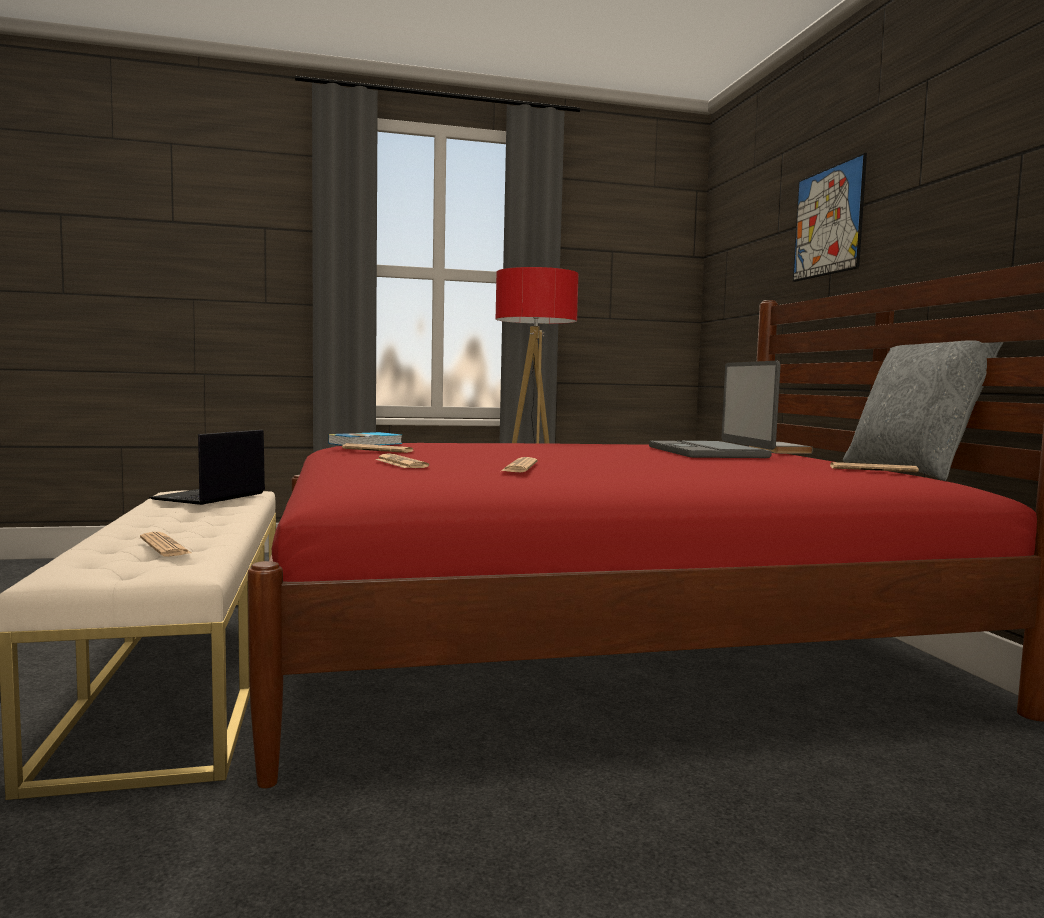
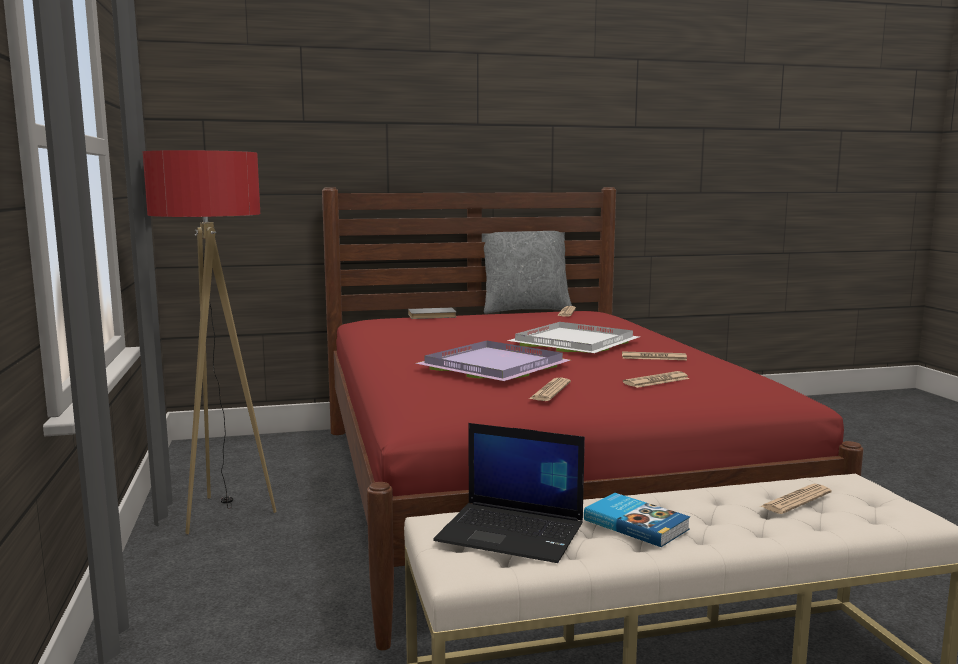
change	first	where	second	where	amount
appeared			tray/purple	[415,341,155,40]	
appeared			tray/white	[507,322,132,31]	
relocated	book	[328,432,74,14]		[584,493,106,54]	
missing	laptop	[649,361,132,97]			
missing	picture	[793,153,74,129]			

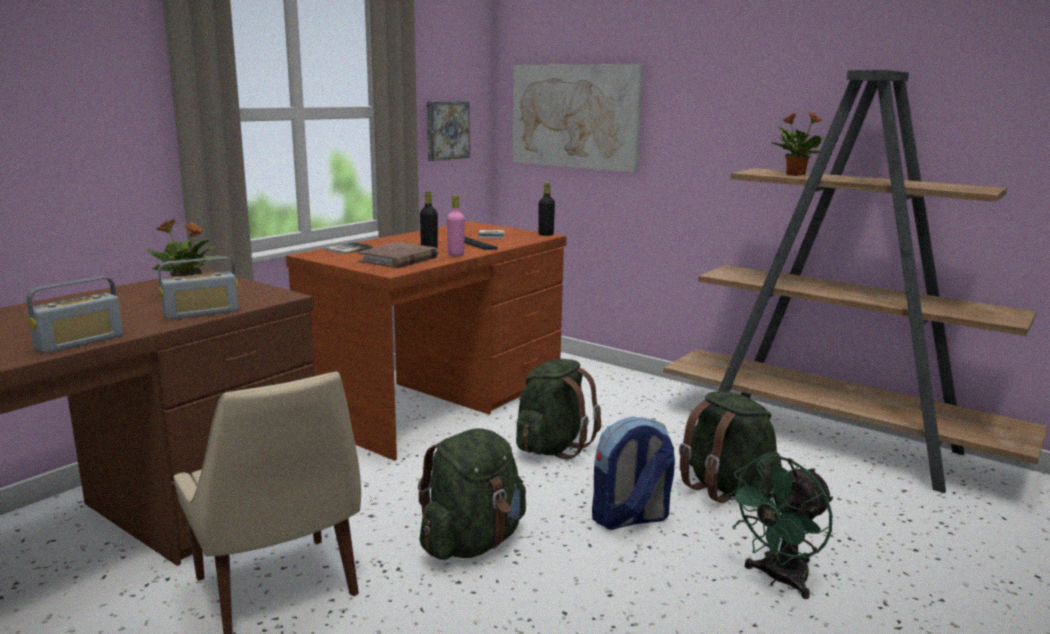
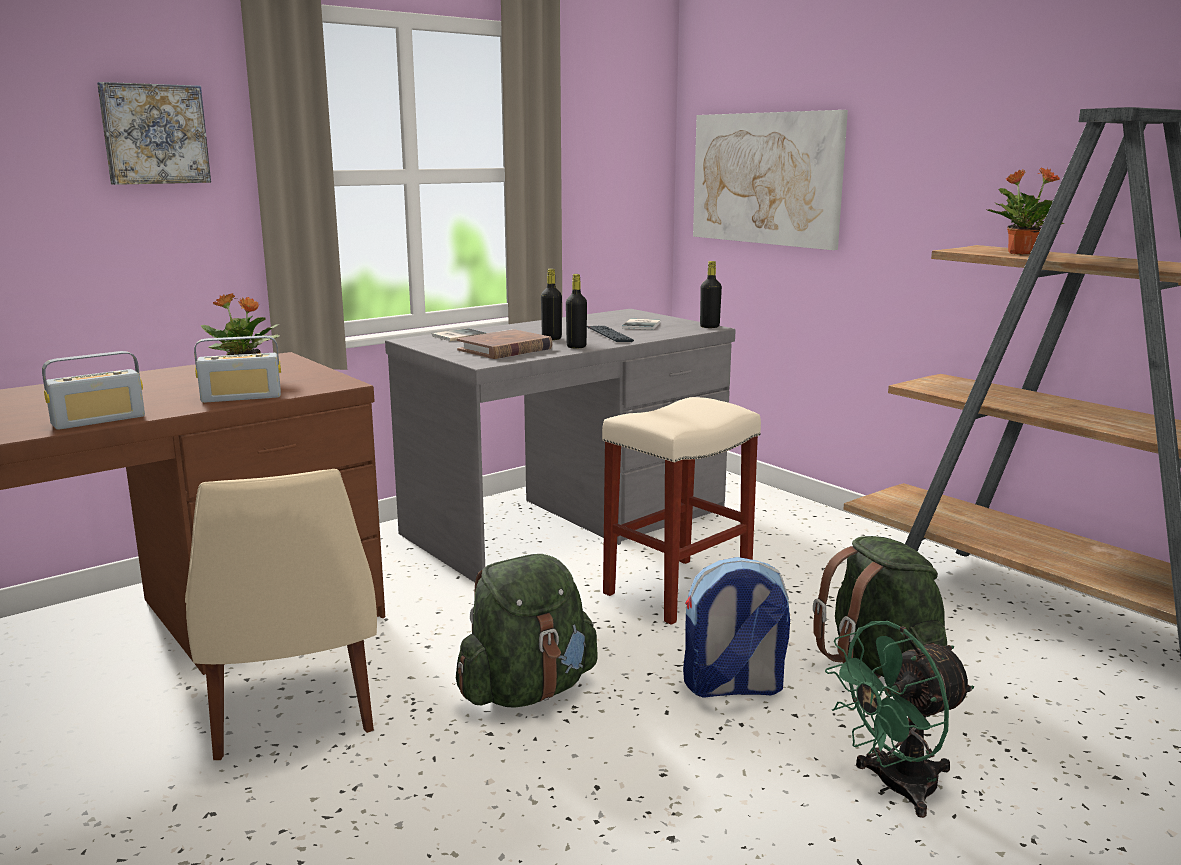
change	first	where	second	where	amount
relocated	picture	[427,101,43,60]		[97,82,114,103]	
colour	desk/brown	[286,221,281,240]	desk/grey	[385,309,351,273]	
colour	bottle/pink	[447,195,18,62]	bottle/black	[566,274,21,75]	
exchanged	backpack/green	[516,359,85,100]	stool/beige	[602,397,159,228]	

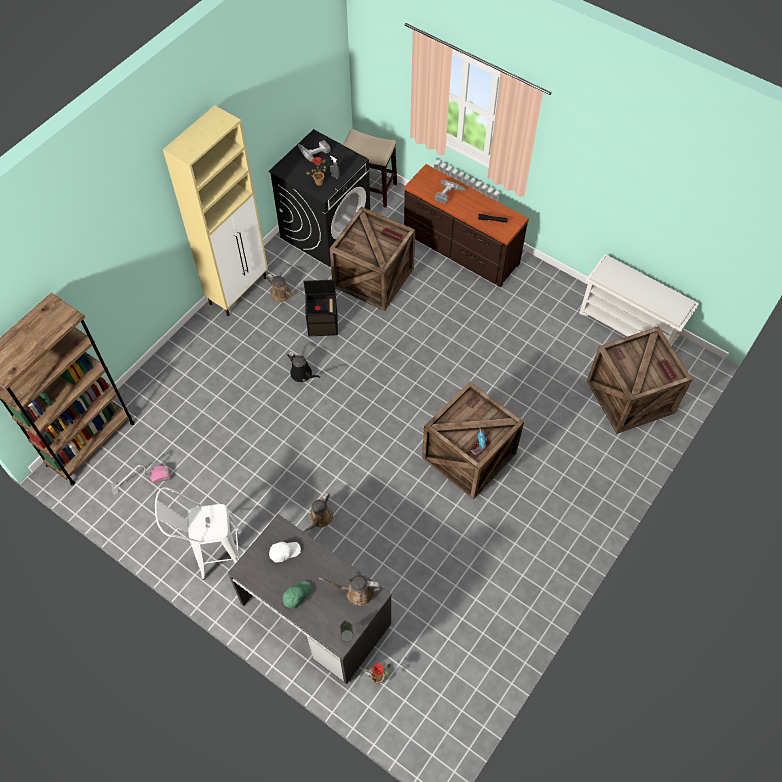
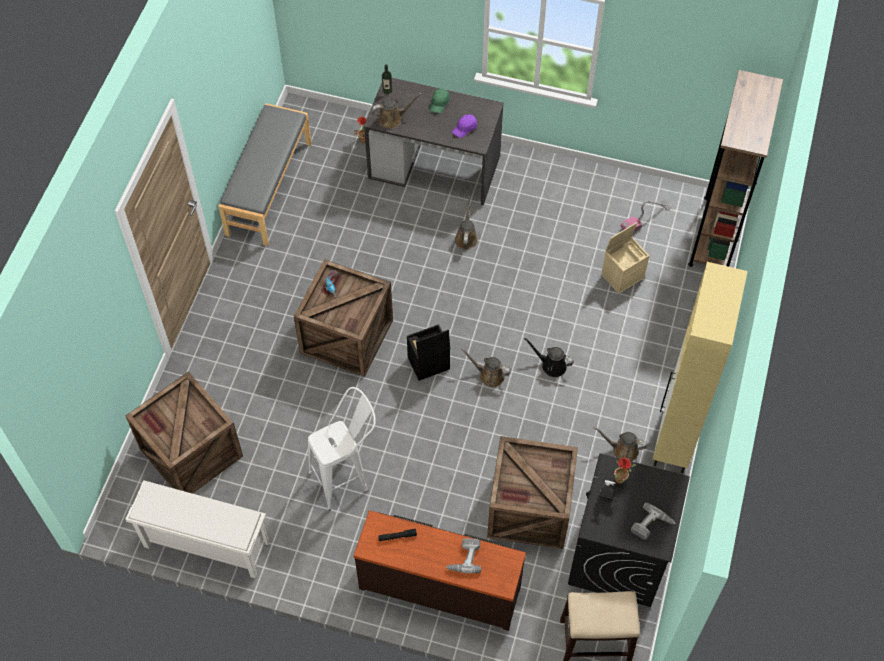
change	first	where	second	where	amount
appeared			bench/grey	[218,103,94,143]	
relocated	stool/white	[155,487,87,93]		[308,387,68,123]	
relocated	storage box/black	[303,280,35,56]		[407,324,43,57]	
colour	cap/white	[269,542,32,21]	cap/purple	[452,114,25,24]	
appeared			watering can/brown	[461,348,50,39]	
appeared			storage box/beige	[601,222,48,72]	

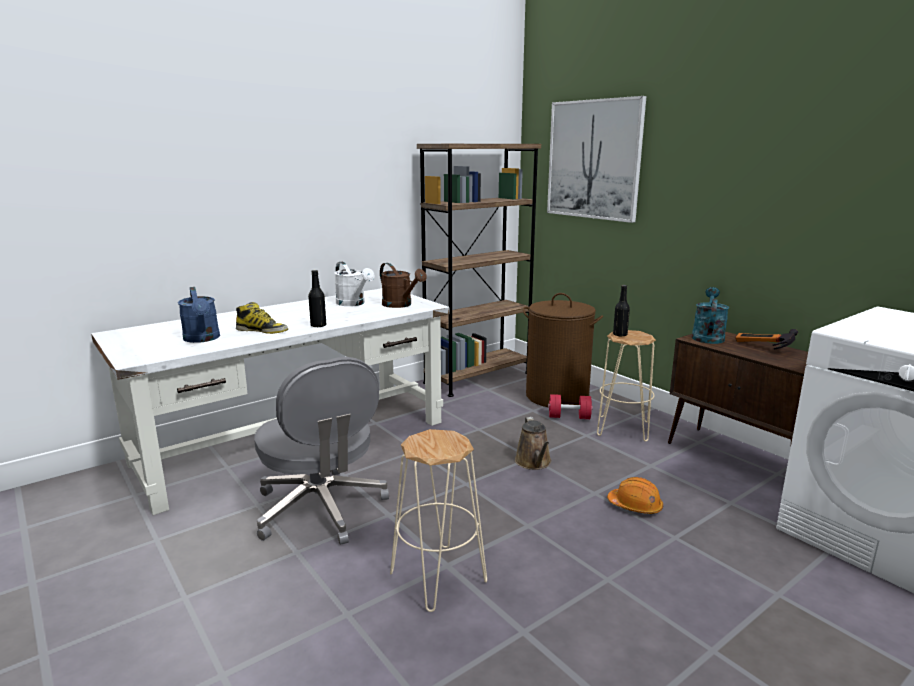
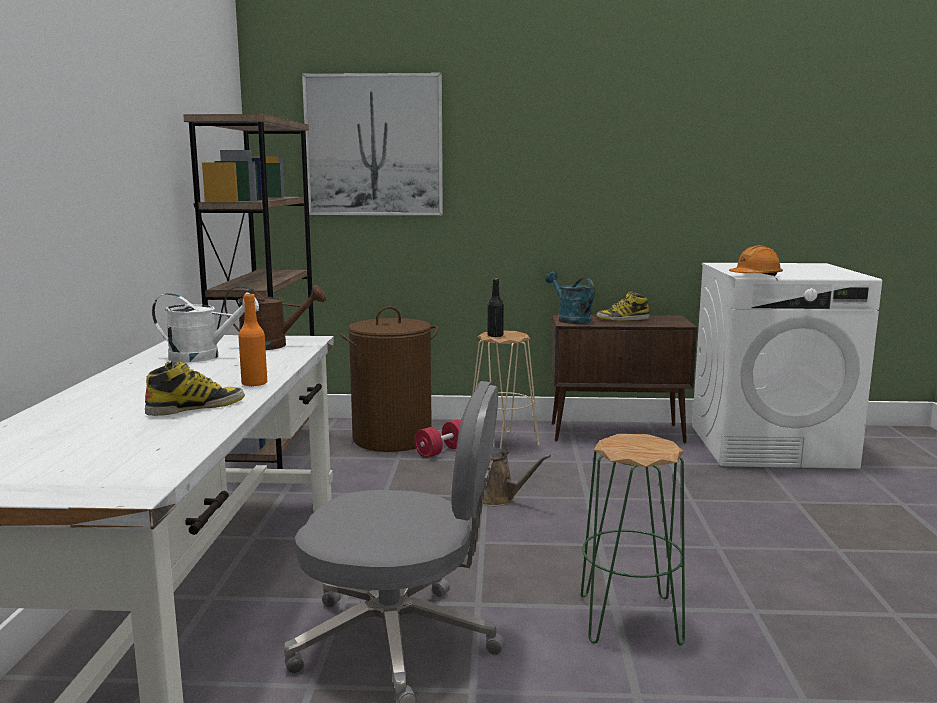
change	first	where	second	where	amount
colour	bottle/black	[308,270,18,58]	bottle/orange	[238,294,29,93]	
colour	stool/beige	[390,429,97,183]	stool/green	[581,434,104,212]	
exchanged	hammer	[735,329,63,20]	boot	[596,292,53,29]	
relocated	hard hat/orange	[607,477,56,37]		[729,245,54,31]	
missing	watering can/blue	[178,287,42,56]			

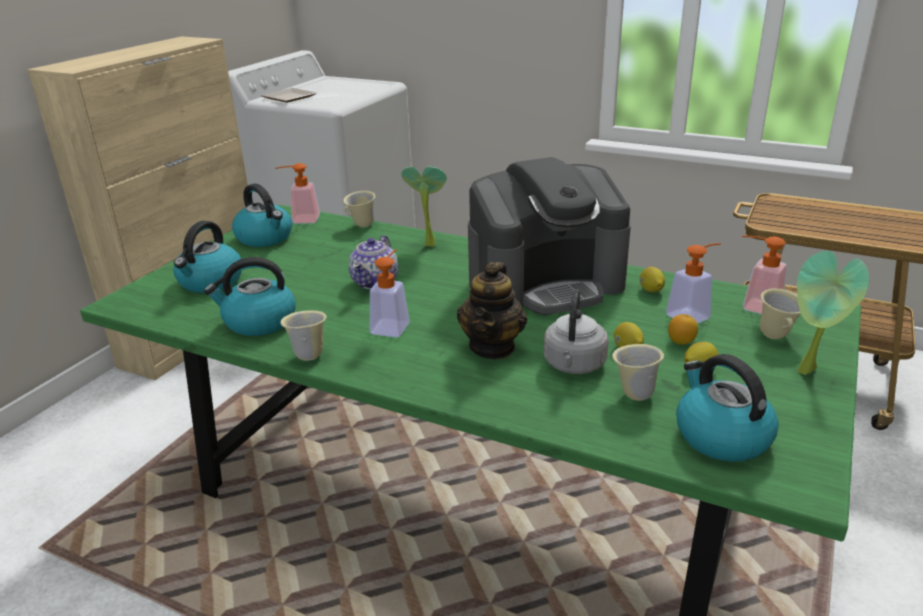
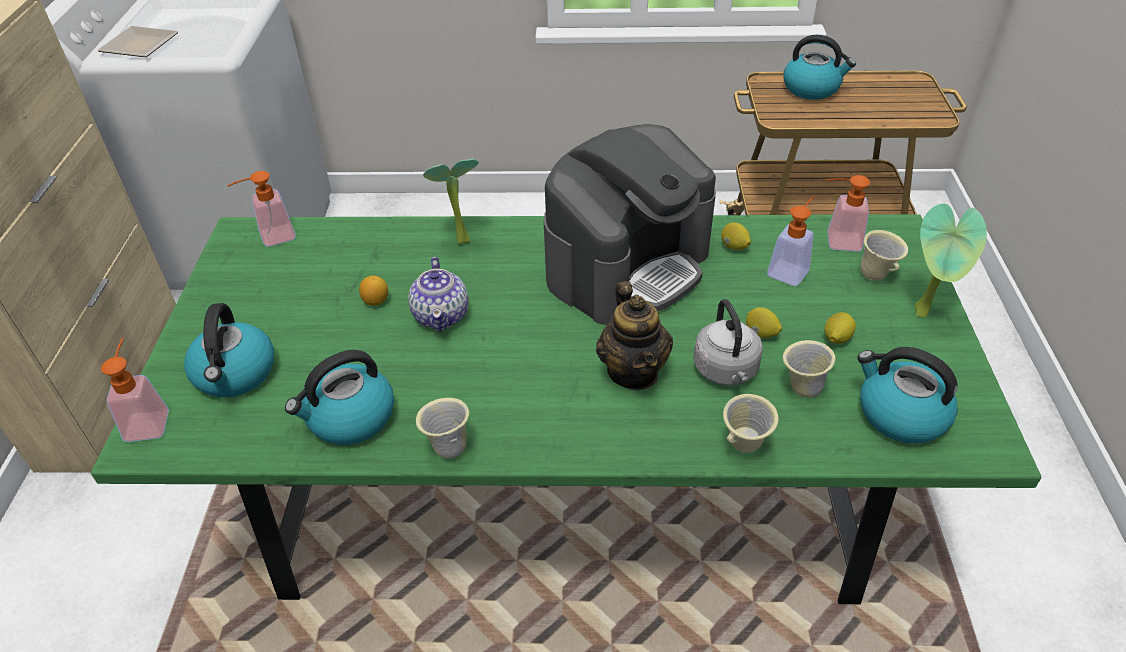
change	first	where	second	where	amount
relocated	soap dispenser	[370,249,40,88]		[101,338,68,104]	
relocated	lemon	[668,314,30,31]		[359,276,29,30]	
relocated	mug/beige	[343,191,33,36]		[723,394,56,59]	
relocated	kettle	[232,184,60,63]		[783,35,73,65]	

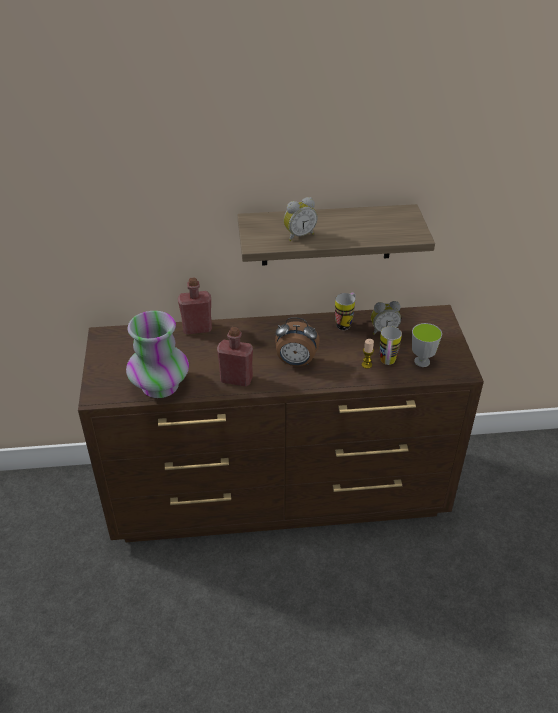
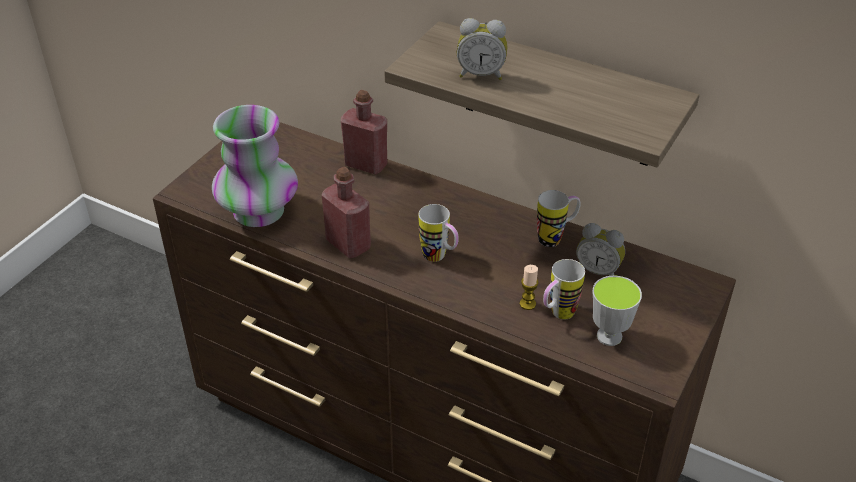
change	first	where	second	where	amount
exchanged	alarm clock	[275,317,45,49]	mug	[419,204,40,58]	

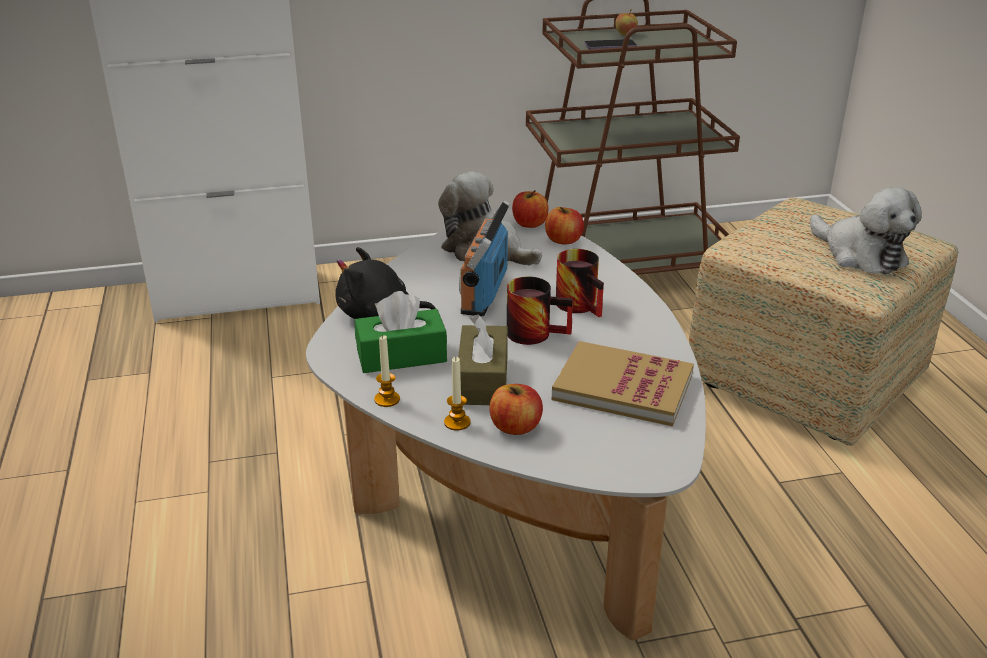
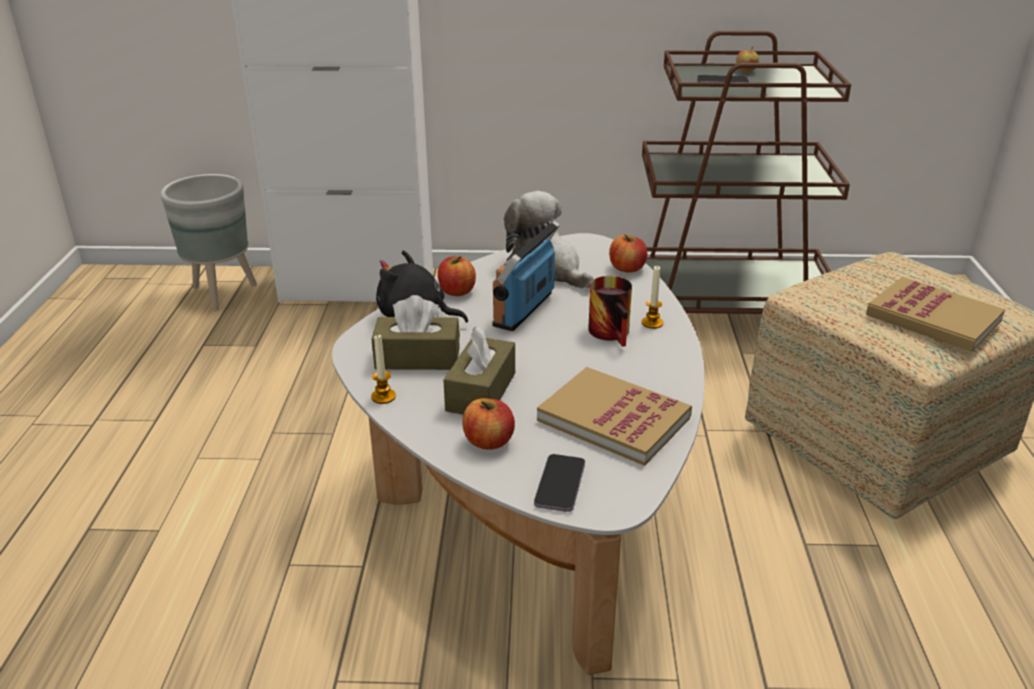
change	first	where	second	where	amount
appeared			planter/grey	[160,174,97,137]	
colour	tissue box/green	[355,291,92,82]	tissue box/brown	[372,295,88,75]	
relocated	apple	[512,190,36,38]		[438,256,38,40]	
appeared			phone	[534,454,51,58]	
relocated	candle	[444,357,26,74]		[642,265,22,64]	
exchanged	plush toy	[810,187,112,87]	book	[866,277,139,75]	
missing	mug	[507,276,66,69]			

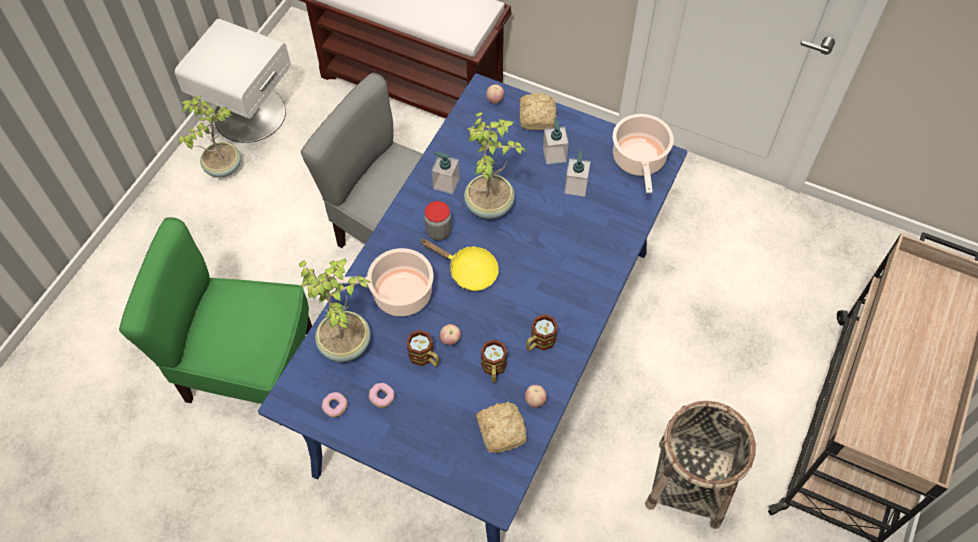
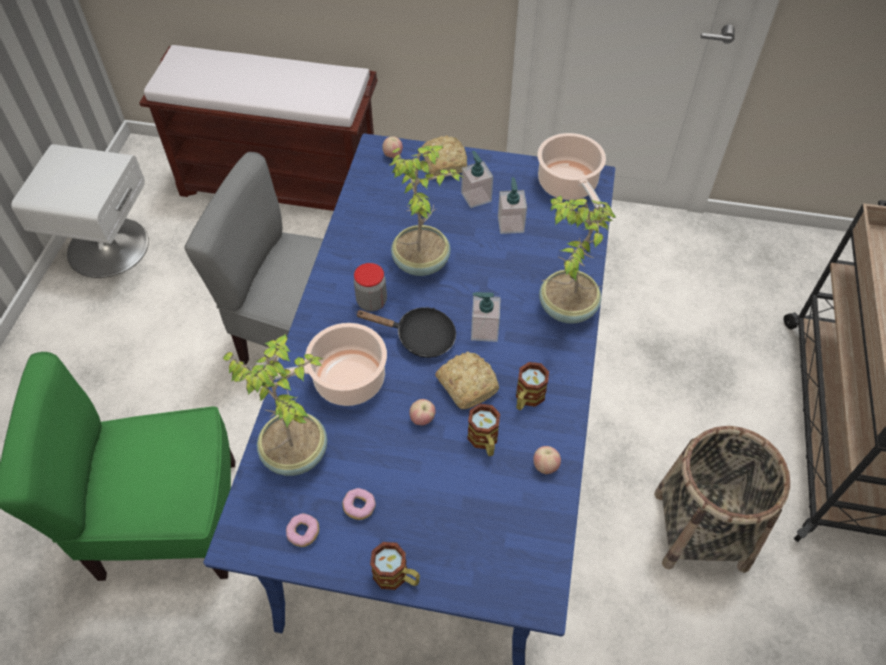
change	first	where	second	where	amount
colour	frying pan/yellow	[420,239,79,52]	frying pan/black	[355,307,101,51]	
relocated	mug	[406,330,33,36]		[370,542,50,48]	
relocated	bread	[476,402,51,51]		[435,352,64,57]	
relocated	soap dispenser	[432,152,28,42]		[471,292,30,50]	
relocated	potted plant	[179,96,62,81]		[539,195,78,129]	

